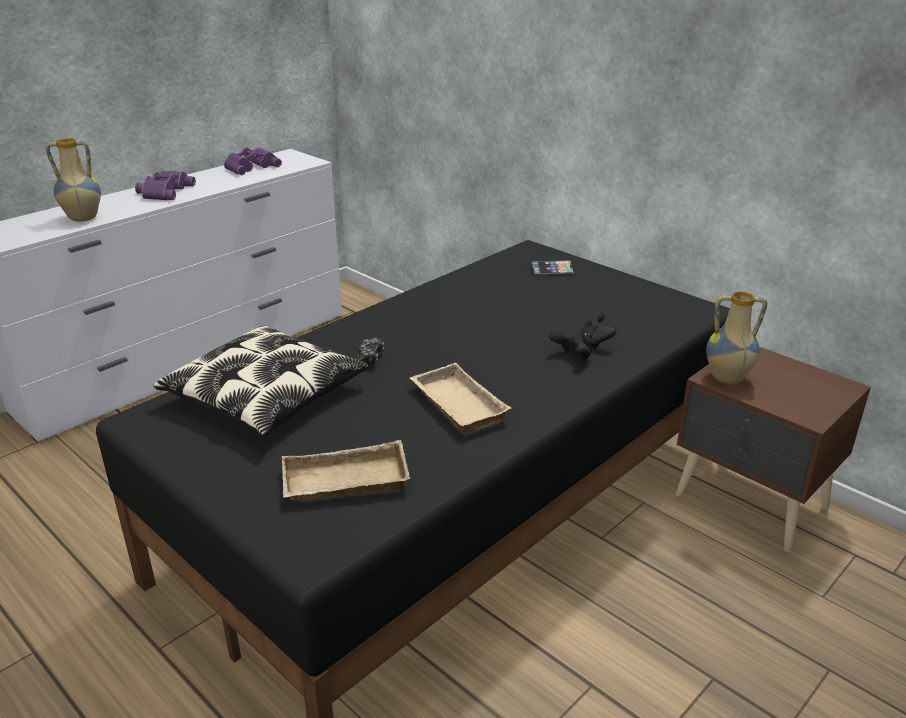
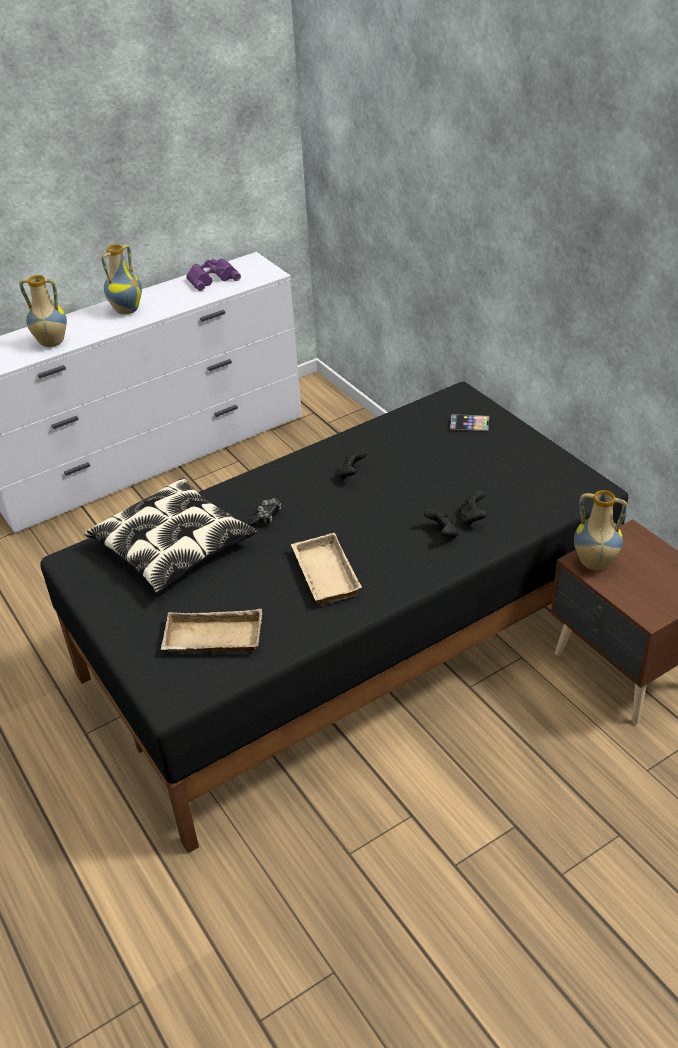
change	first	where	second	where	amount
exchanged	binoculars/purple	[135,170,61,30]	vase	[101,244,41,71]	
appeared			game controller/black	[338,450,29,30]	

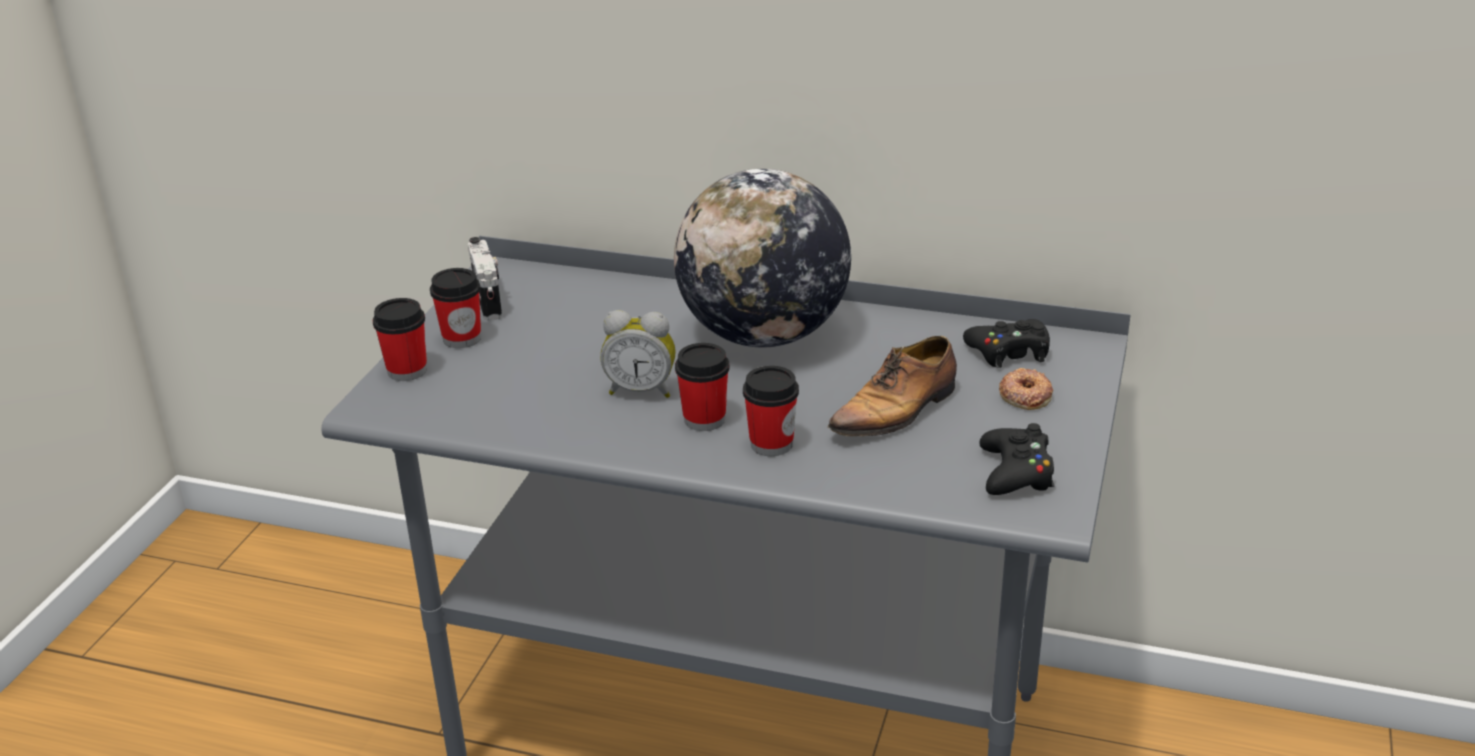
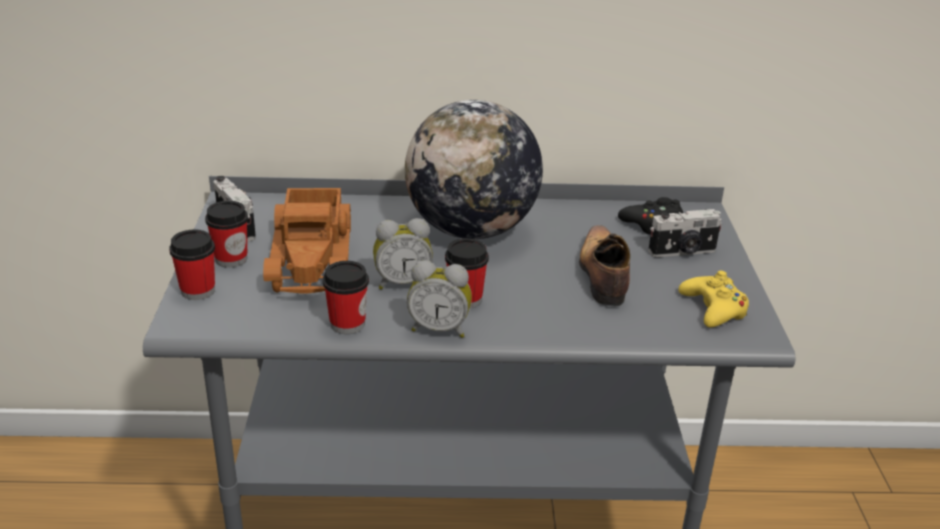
change	first	where	second	where	amount
appeared			toy truck	[263,188,88,106]	
relocated	cup	[743,366,56,90]		[323,261,46,73]	
appeared			alarm clock	[407,260,65,78]	
spun	shoe	[827,336,130,100]		[579,225,51,81]	150 degrees clockwise
exchanged	donut	[999,368,54,42]	photo camera	[648,209,74,48]	
colour	game controller/black	[980,423,74,72]	game controller/yellow	[678,271,71,56]	

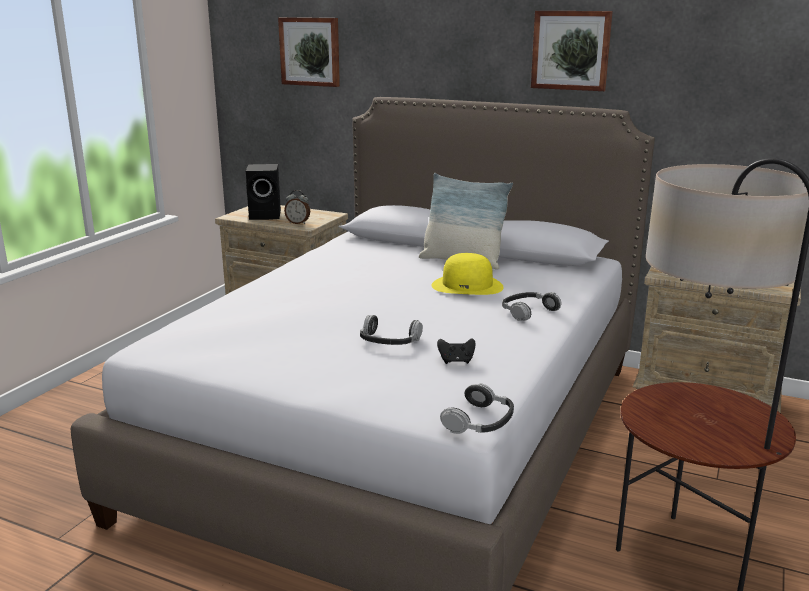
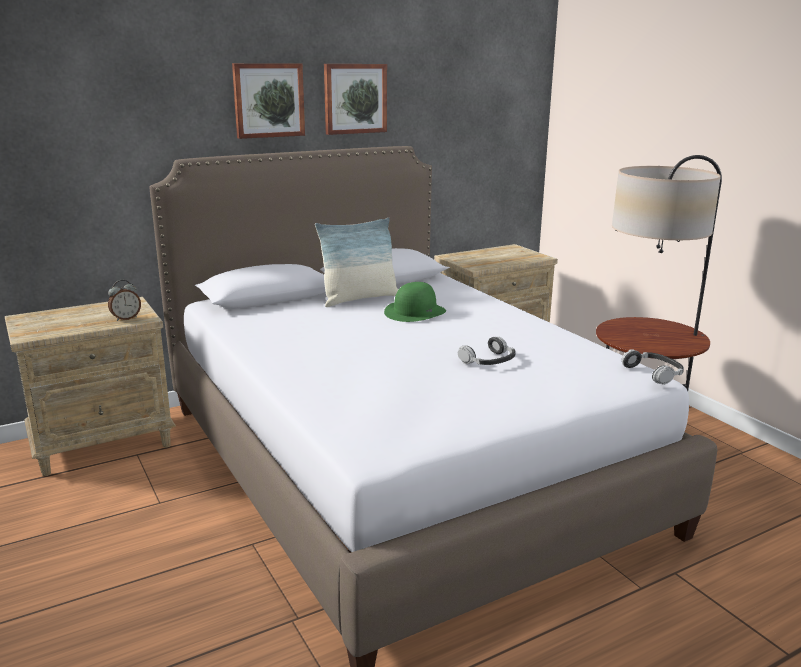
change	first	where	second	where	amount
relocated	picture	[278,17,62,70]		[232,63,73,76]	
colour	hat/yellow	[432,253,72,42]	hat/green	[384,282,62,40]	
missing	speaker/black	[246,164,35,56]			
missing	game controller/black	[437,338,39,26]			
missing	headphones	[502,292,60,29]			

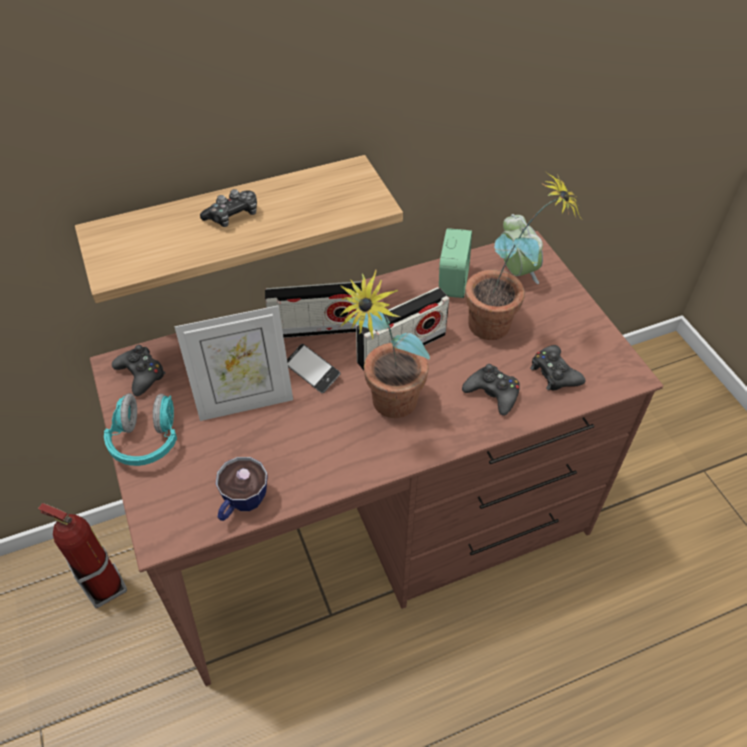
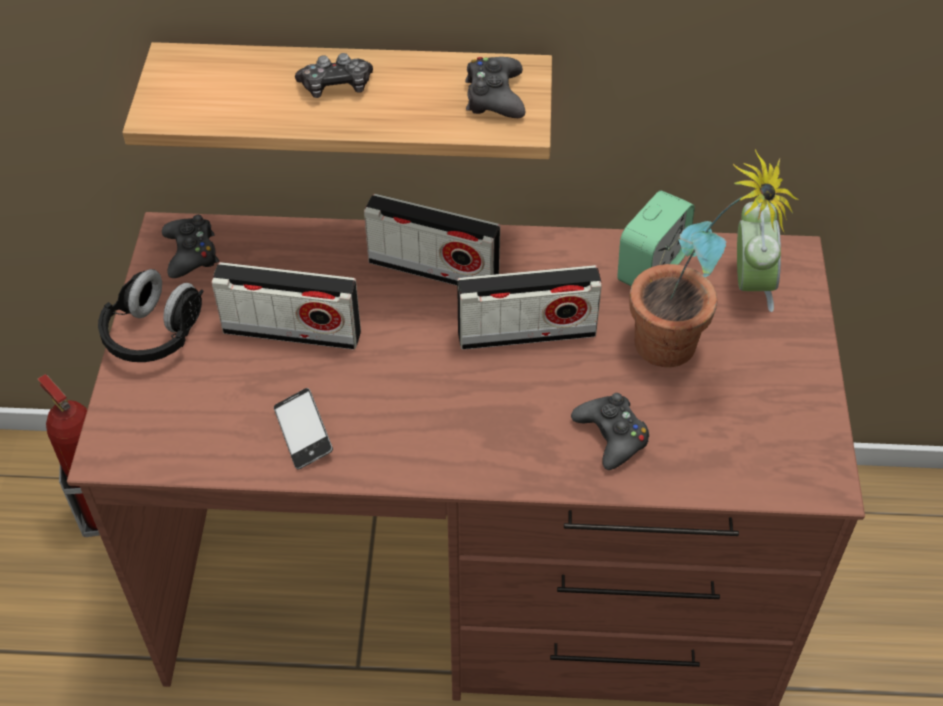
change	first	where	second	where	amount
colour	headphones/turquoise	[104,393,73,73]	headphones/black	[98,269,105,93]	
exchanged	picture frame	[174,306,119,115]	radio	[211,262,150,88]	
relocated	phone	[287,344,53,49]		[274,388,59,81]	
relocated	game controller/black	[530,345,56,46]		[465,57,60,61]	
missing	cup	[216,457,52,64]			
missing	potted plant	[339,270,91,148]			

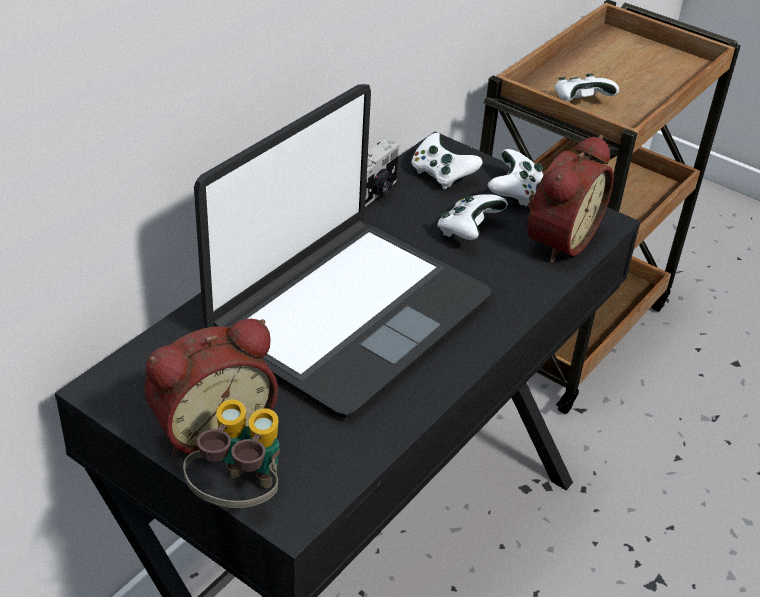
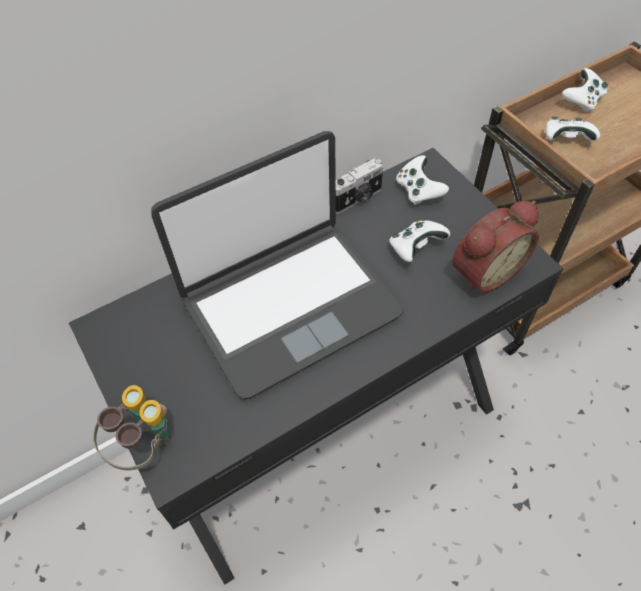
change	first	where	second	where	amount
relocated	game controller/white	[488,149,55,58]		[562,68,46,44]	
missing	alarm clock	[145,318,133,137]			

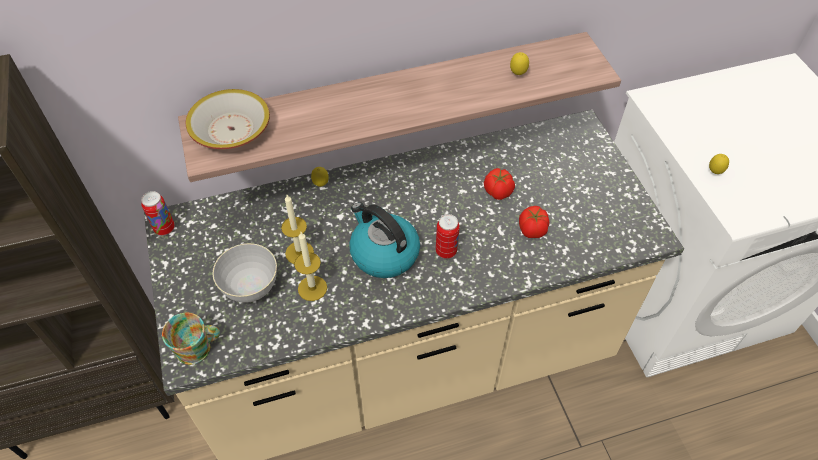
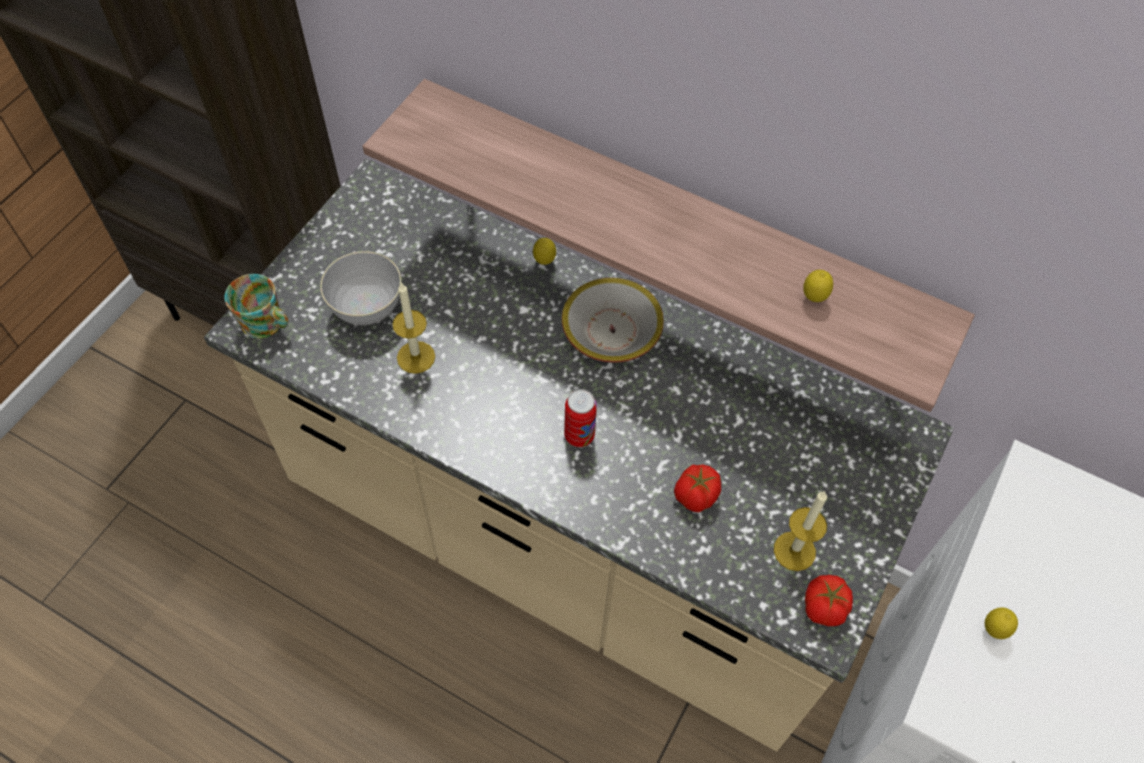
change	first	where	second	where	amount
relocated	bowl	[186,89,84,60]		[562,278,102,85]	
relocated	candle	[281,195,33,69]		[774,491,53,80]	
relocated	tomato	[484,168,31,32]		[805,575,48,51]	
missing	can	[141,191,34,45]			
missing	kettle	[349,202,71,76]			

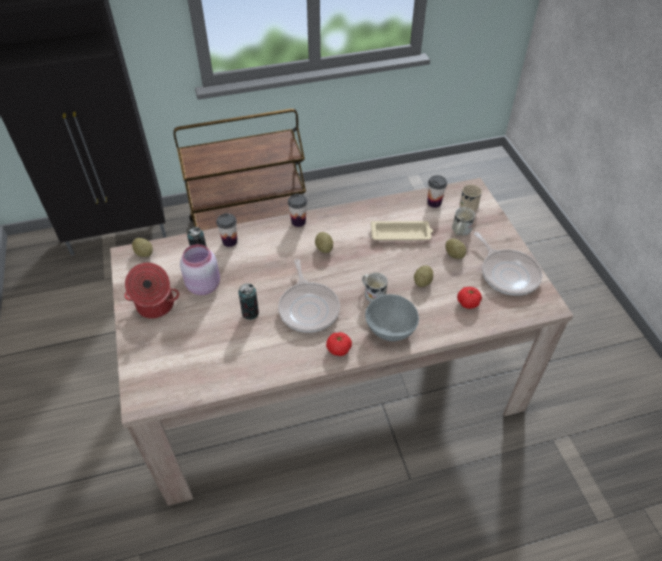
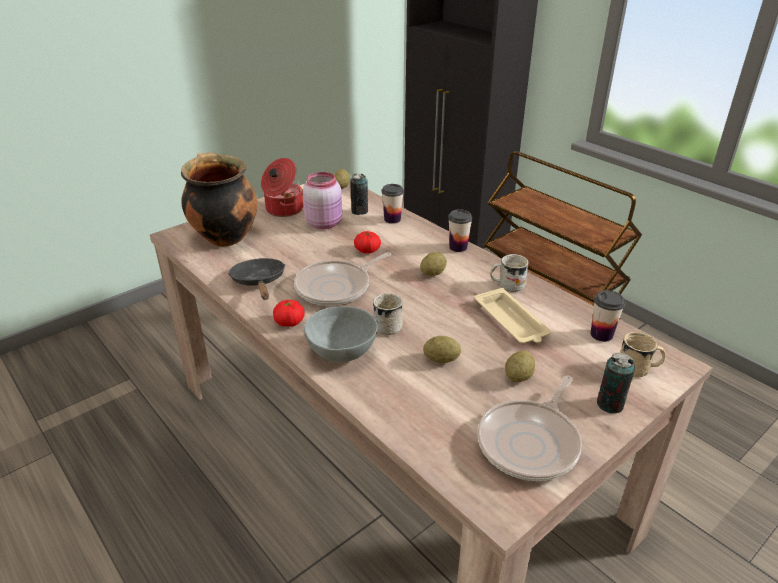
change	first	where	second	where	amount
appeared			cooking pot	[181,152,76,95]	
appeared			frying pan/black	[228,258,58,42]	
relocated	tomato	[457,287,25,22]		[354,231,27,22]	
relocated	mug/white	[452,207,23,29]		[490,254,39,38]	
relocated	can	[238,283,21,37]		[597,353,38,61]	

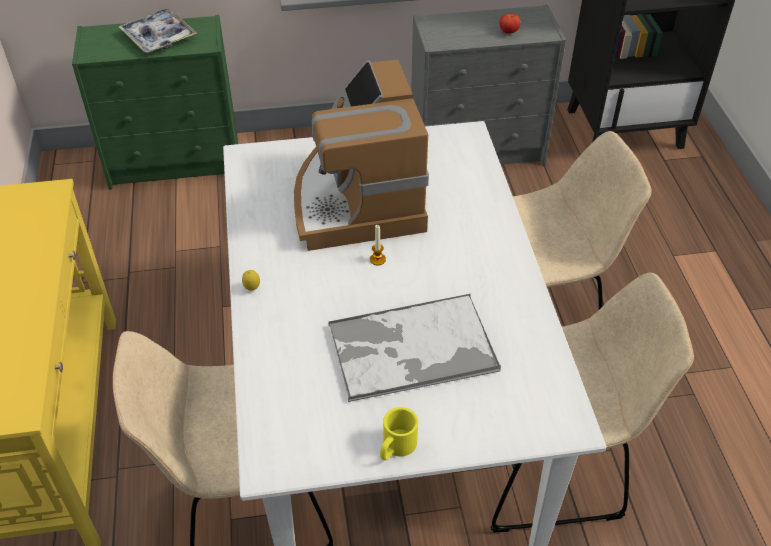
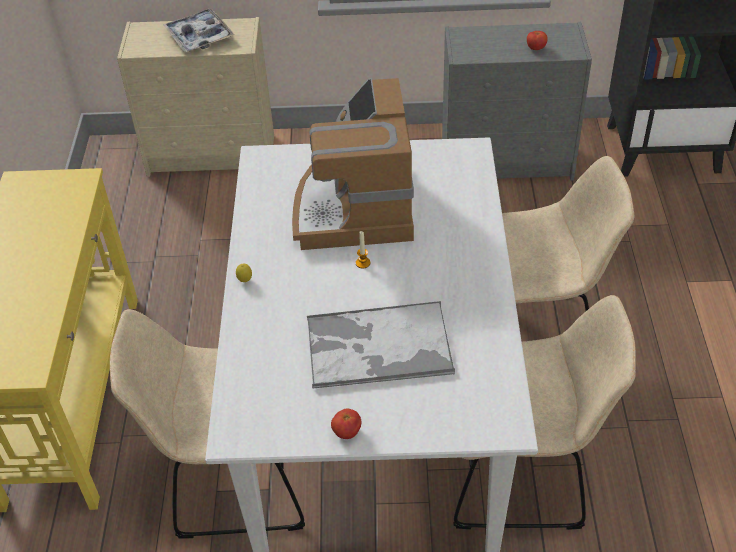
change	first	where	second	where	amount
colour	dresser/green	[72,15,166,175]	dresser/beige	[117,17,157,160]	
exchanged	mug/yellow	[380,407,38,53]	tomato	[331,408,30,31]	

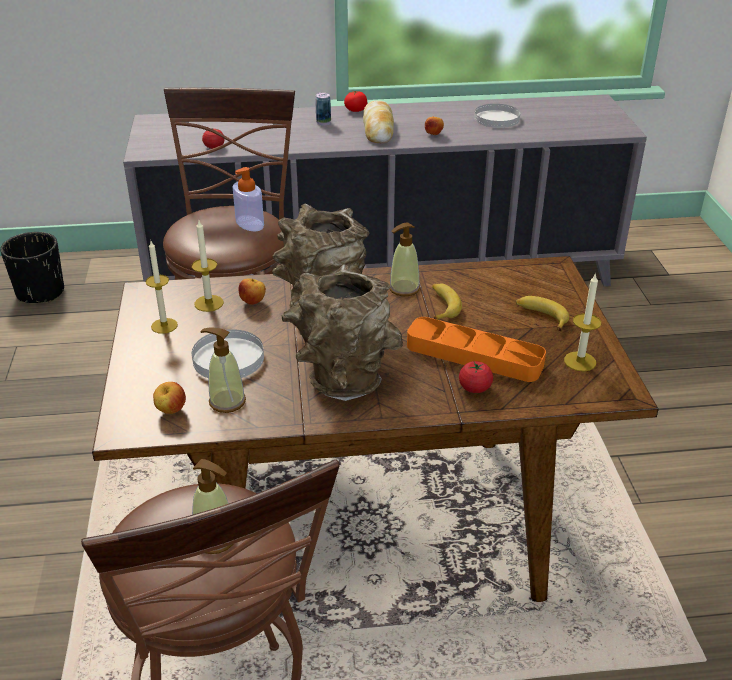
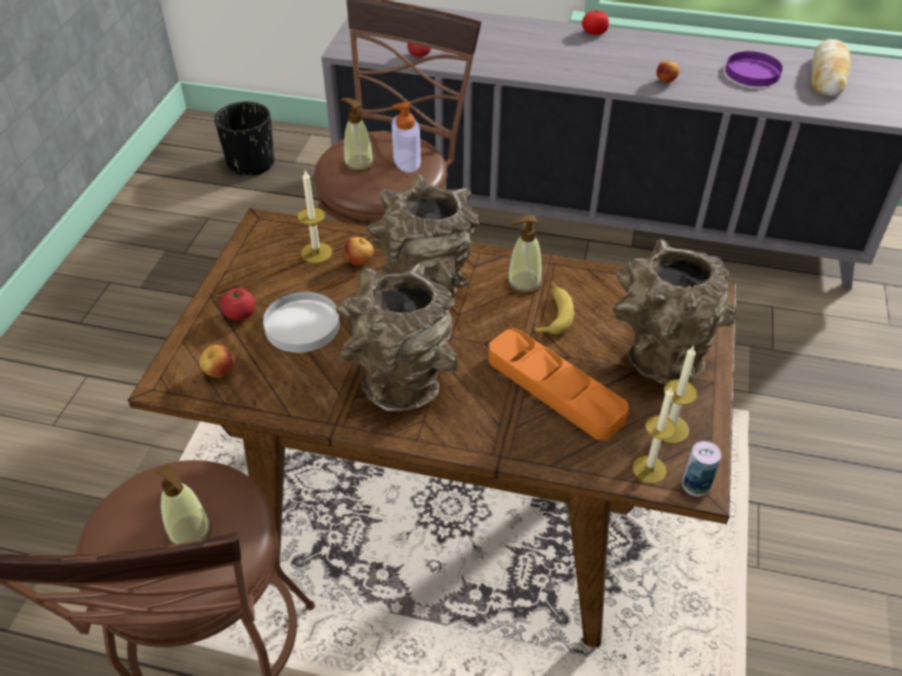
change	first	where	second	where	amount
relocated	tomato	[459,361,34,32]		[221,288,35,32]	
relocated	soap dispenser	[200,327,46,86]		[341,98,33,74]	
exchanged	banana	[516,296,53,35]	vase/brown	[612,239,123,145]	
relocated	candle	[146,241,32,93]		[633,388,43,96]	
relocated	can	[315,93,16,33]		[682,441,39,56]	
colour	plate/white	[474,104,46,24]	plate/purple	[725,51,58,36]	
relocated	bread	[363,101,31,42]		[811,39,39,58]	

